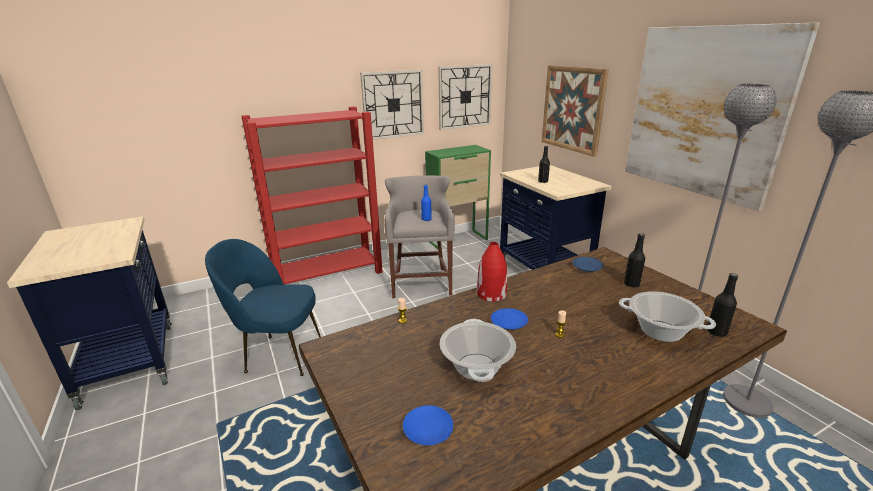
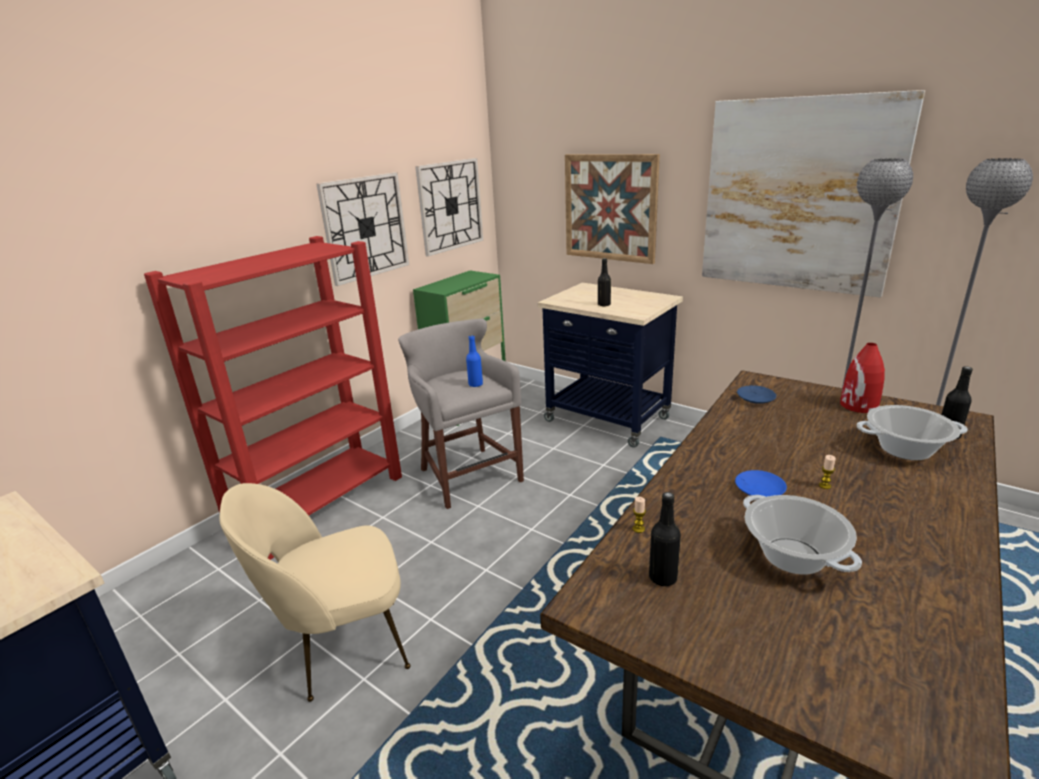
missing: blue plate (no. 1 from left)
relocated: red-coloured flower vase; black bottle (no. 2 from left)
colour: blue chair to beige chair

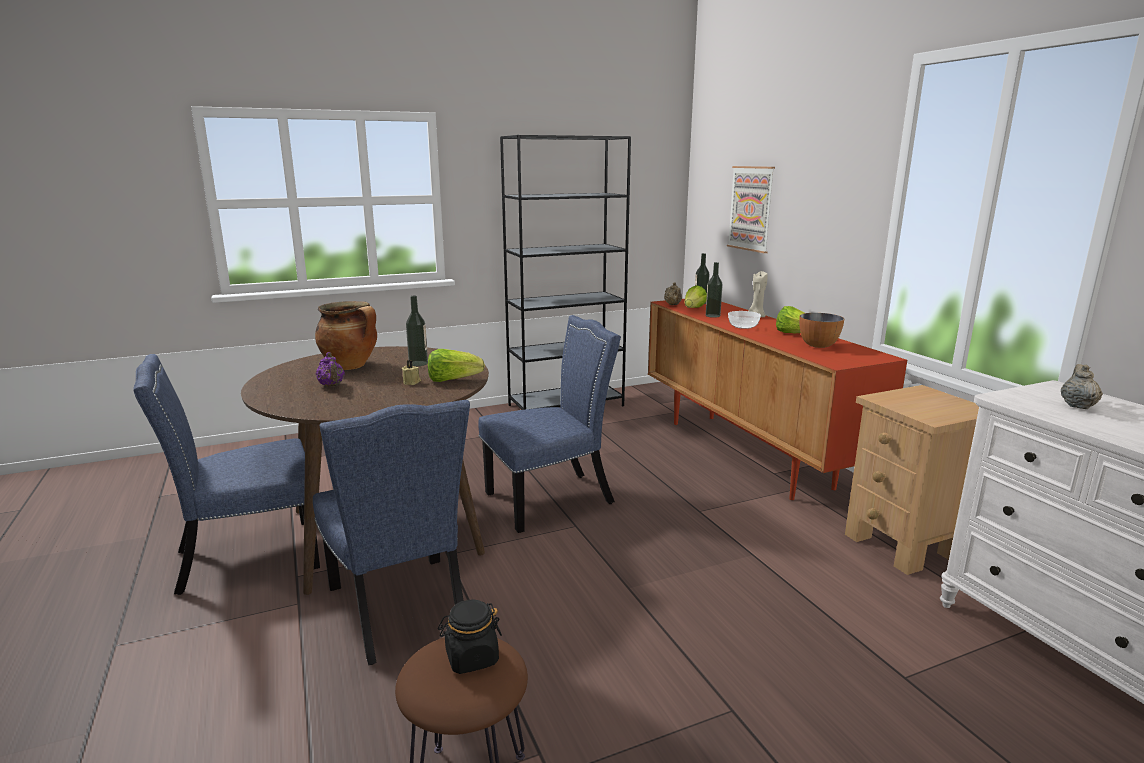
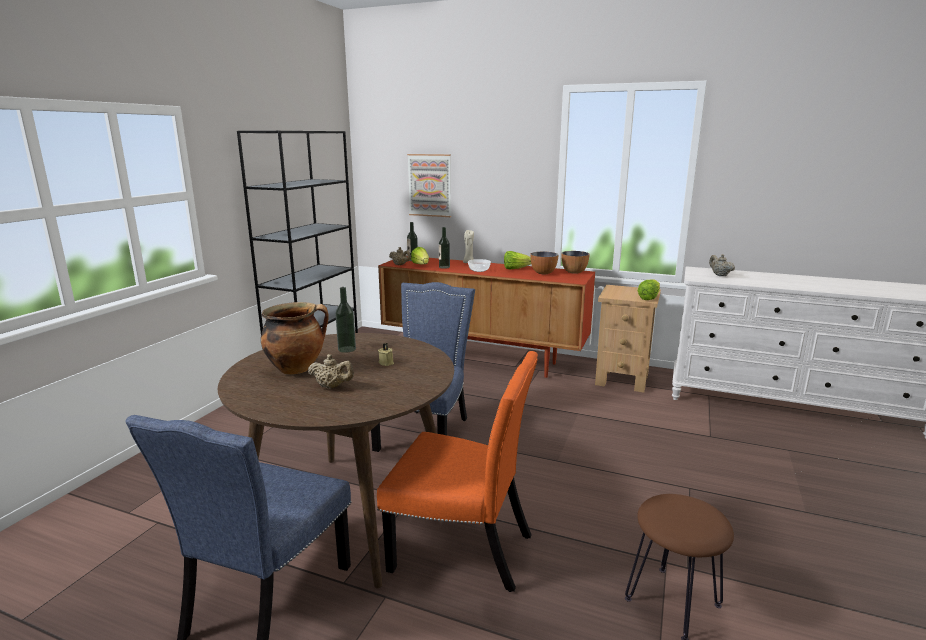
missing: black jar
appeared: serving bowl (no. 3 from left)
relocated: head of lettuce (no. 1 from left in the first image) to head of lettuce (no. 3 from left)
colour: blue chair (no. 2 from left) to orange-coloured chair; purplish tea pot to beige tea pot (no. 1 from left)

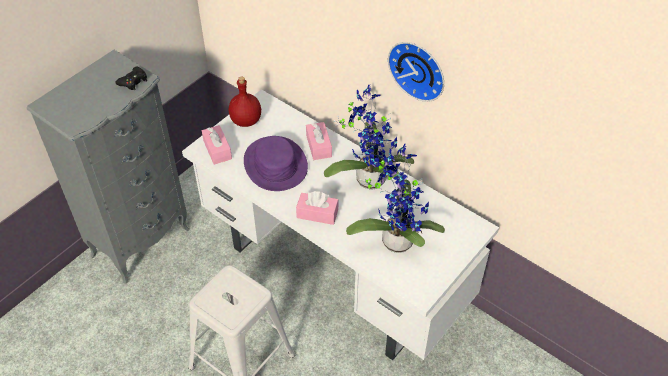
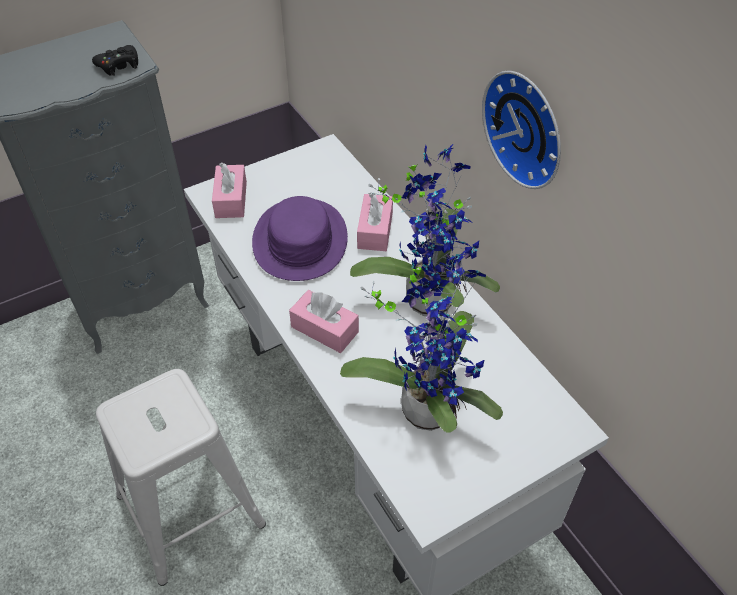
missing: red-coloured bottle

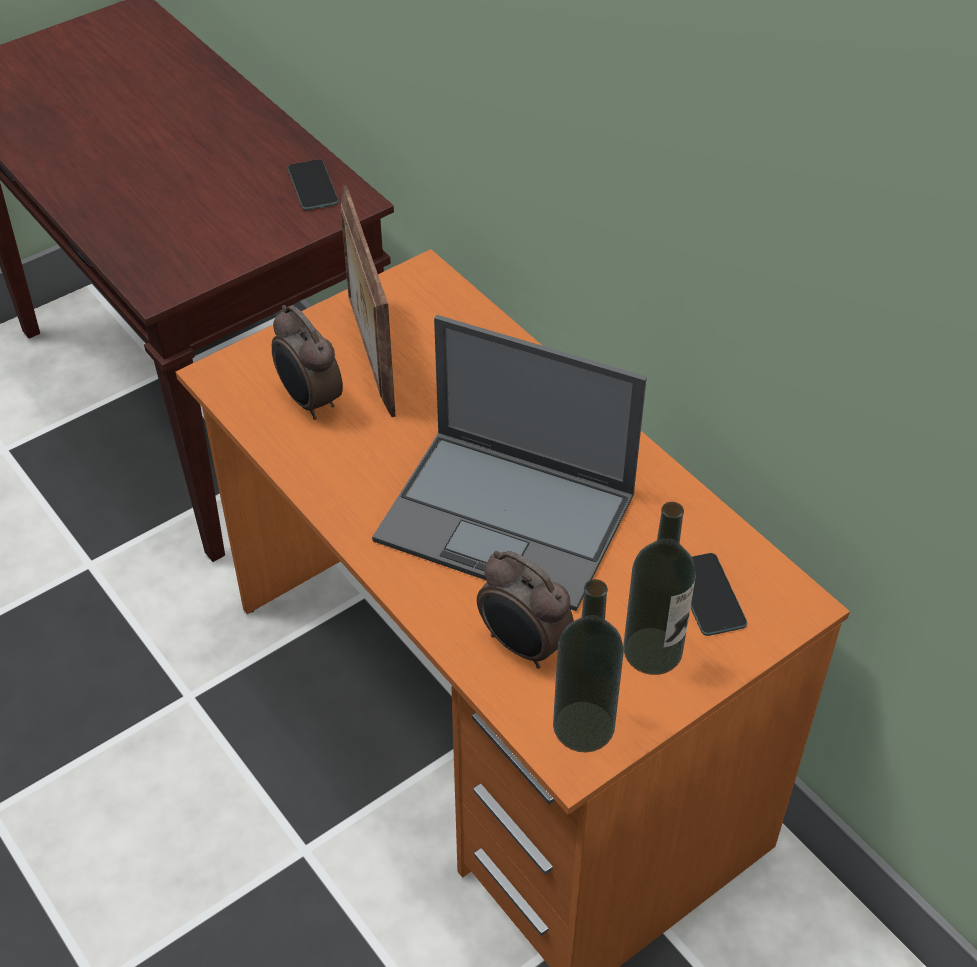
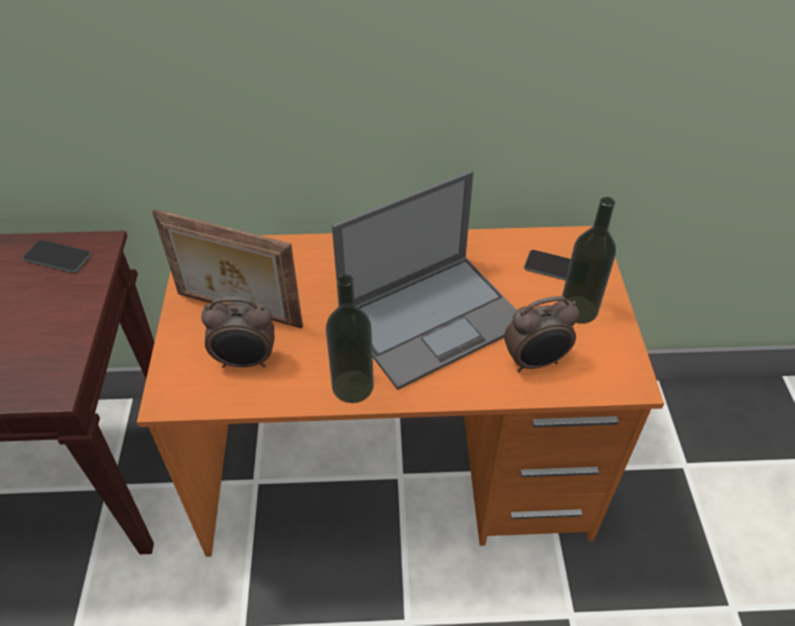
relocated: bottle (no. 1 from left)

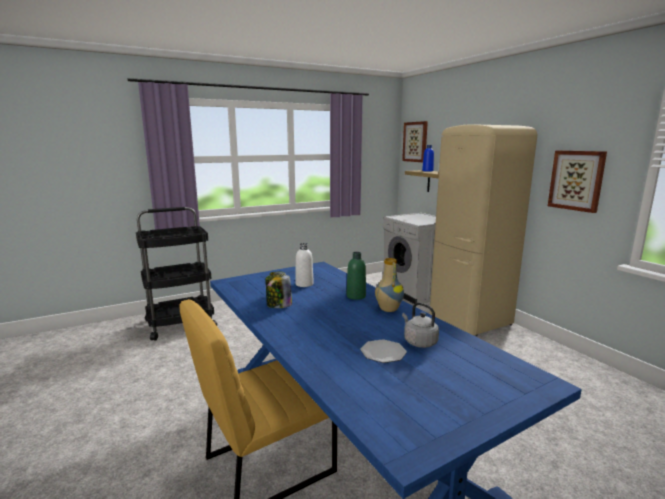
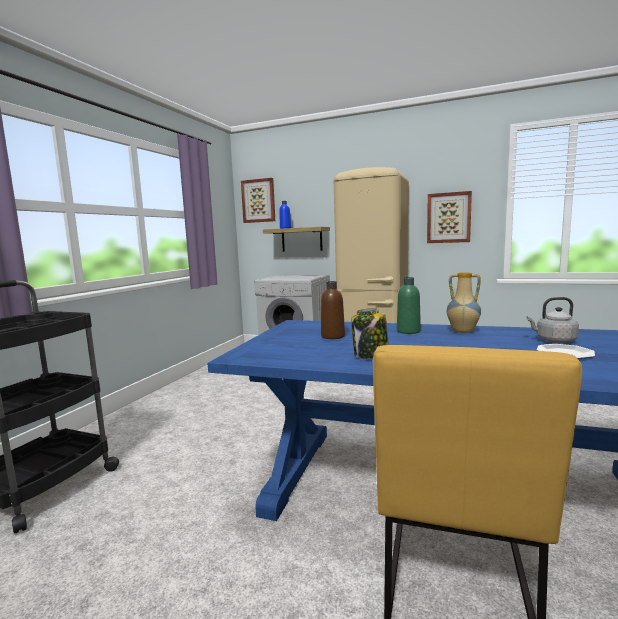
colour: white bottle to brownish bottle

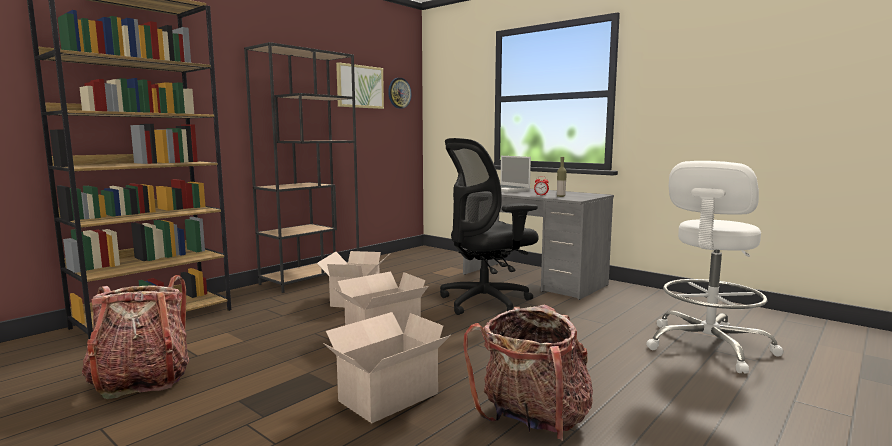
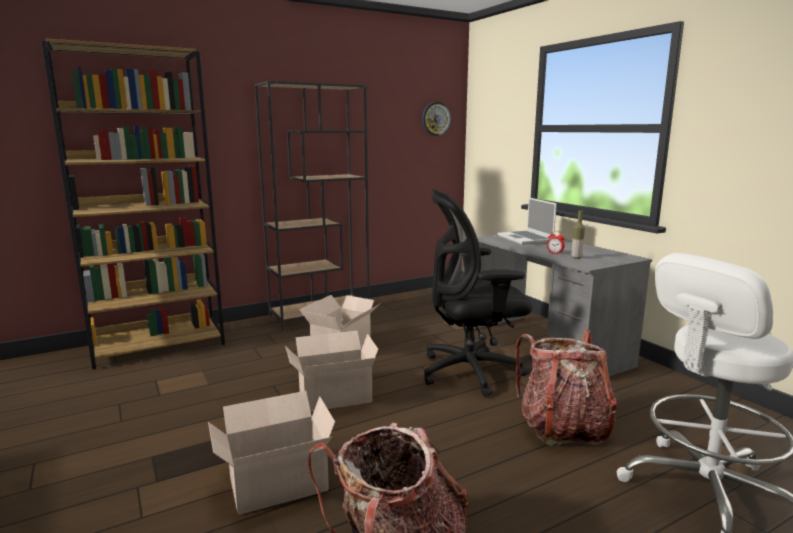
missing: picture
relocated: rucksack (no. 1 from left in the first image) to rucksack (no. 2 from left)

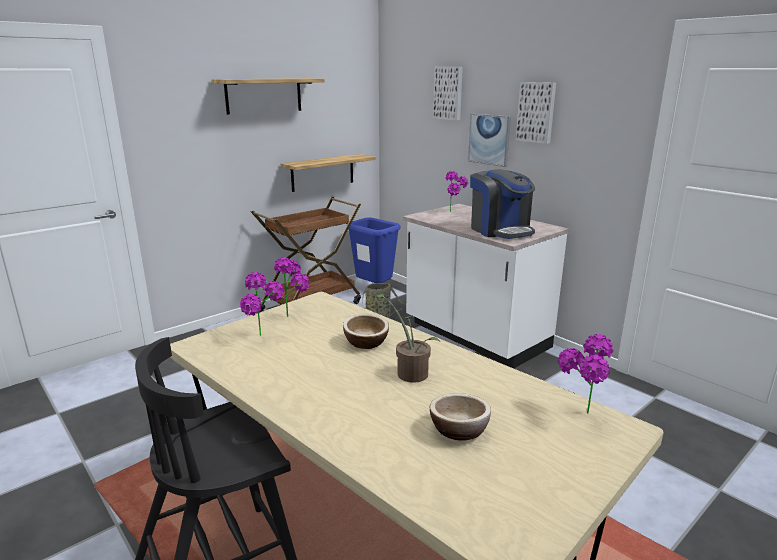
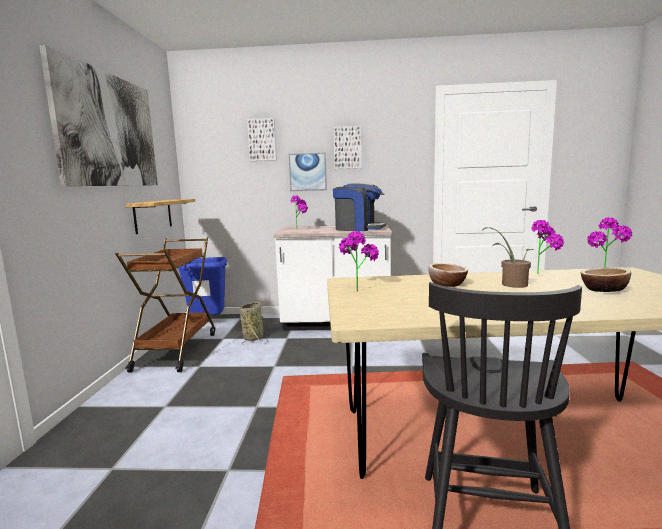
relocated: potted plant (no. 1 from left in the first image) to potted plant (no. 4 from left)
exchanged: shelf (no. 1 from left) to picture (no. 1 from left)

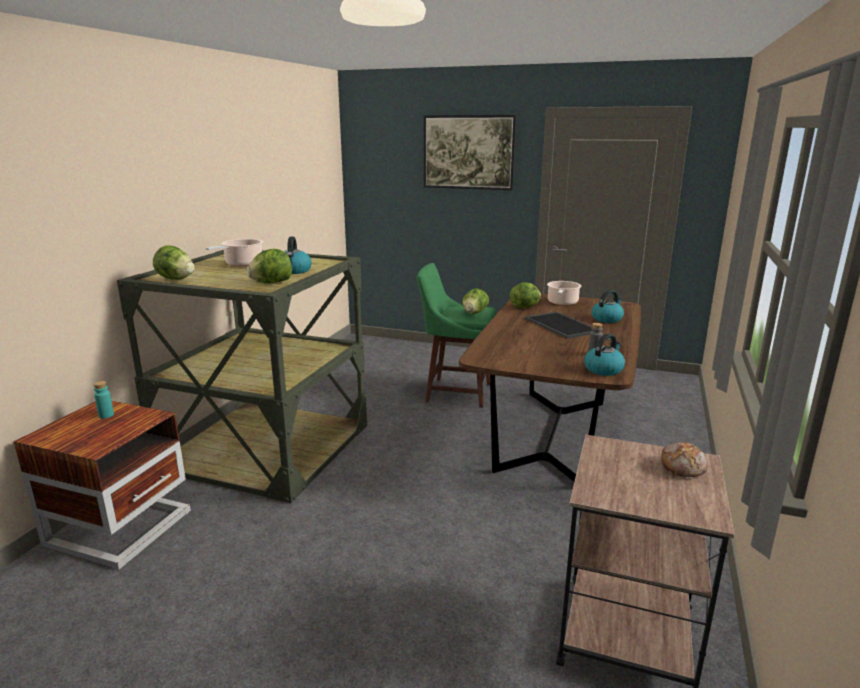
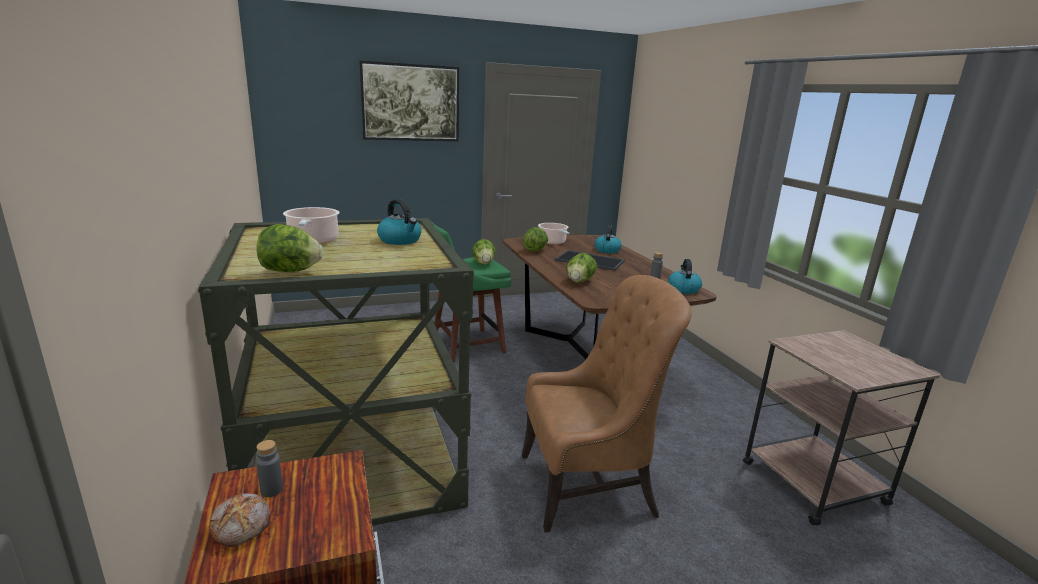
appeared: brownish chair
relocated: head of lettuce (no. 2 from left in the first image) to head of lettuce (no. 4 from left); bakery bread
colour: turquoise bottle to gray bottle (no. 1 from left)

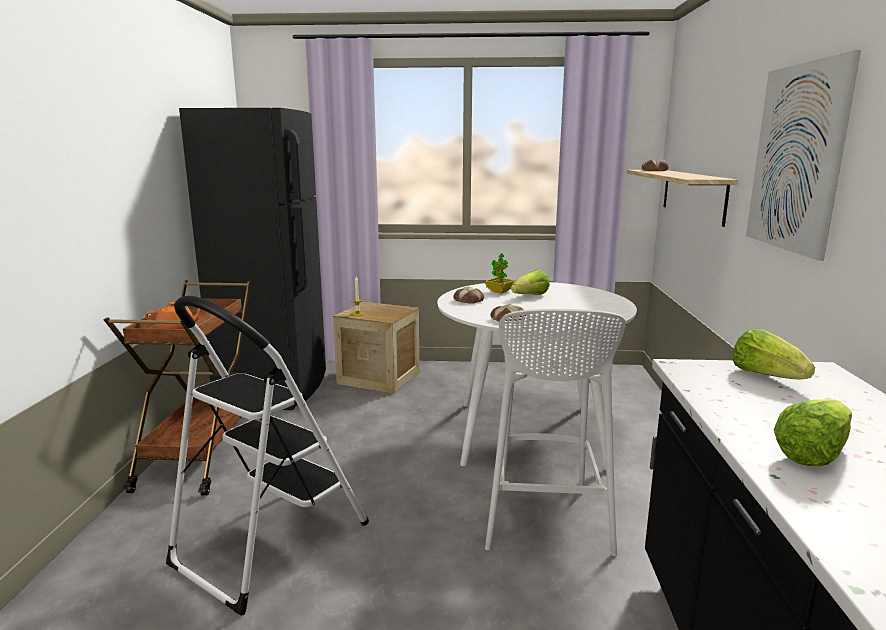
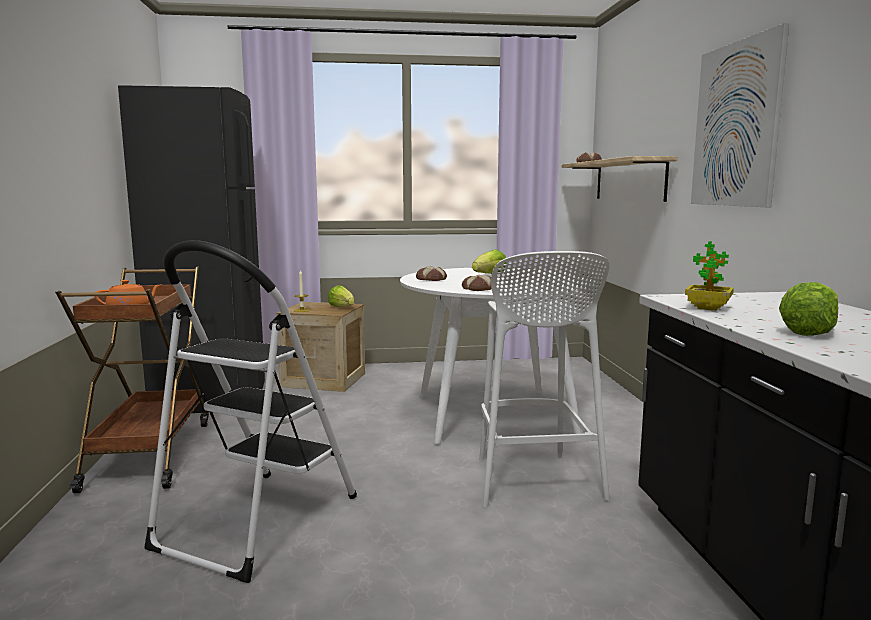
relocated: potted plant; head of lettuce (no. 2 from left in the first image) to head of lettuce (no. 1 from left)

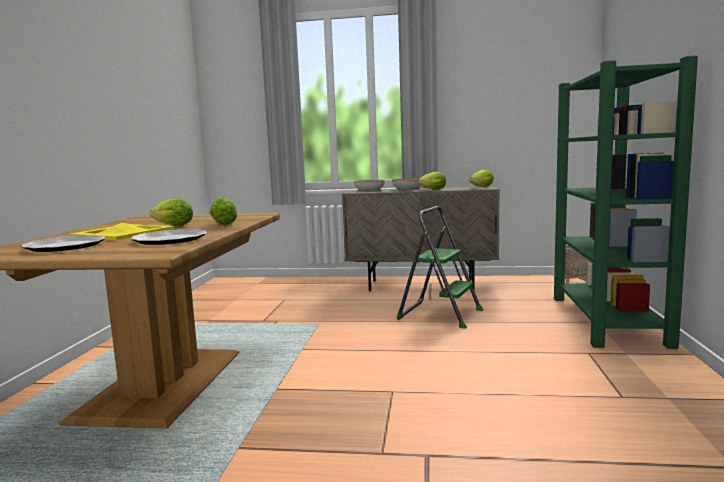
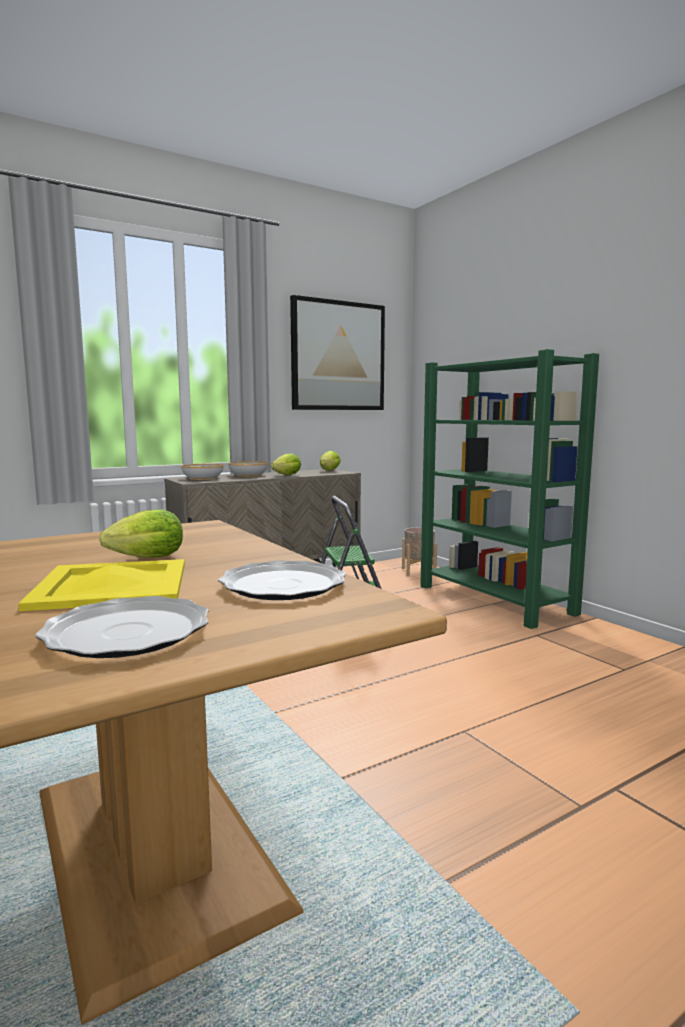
missing: head of lettuce (no. 2 from left)
appeared: picture

